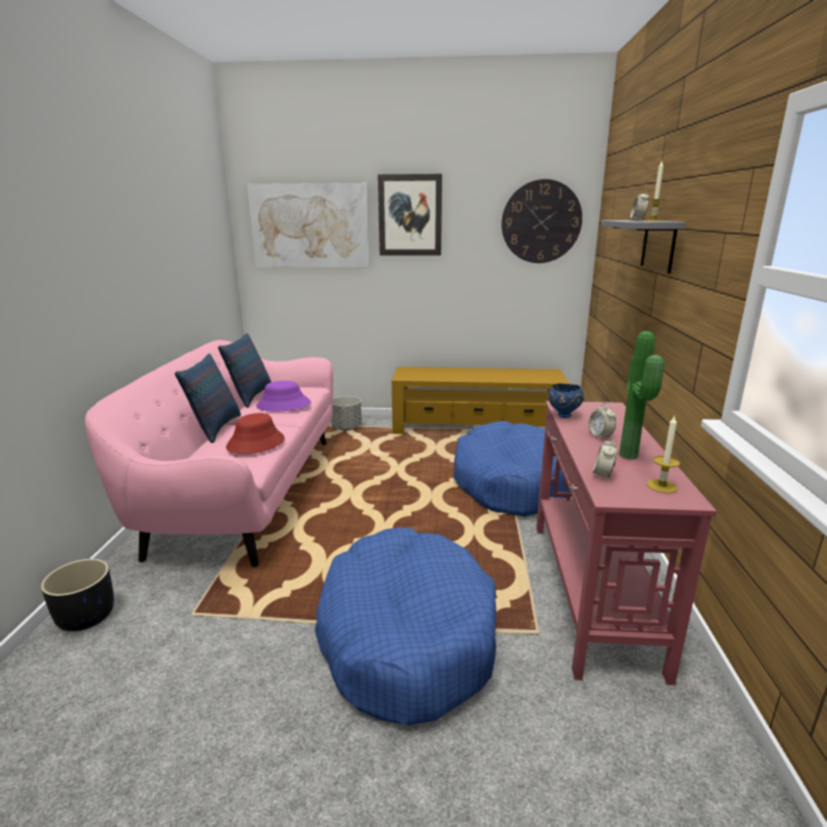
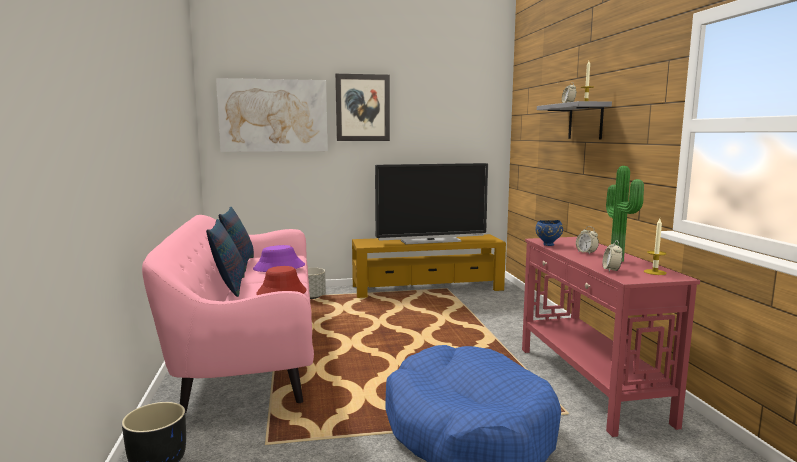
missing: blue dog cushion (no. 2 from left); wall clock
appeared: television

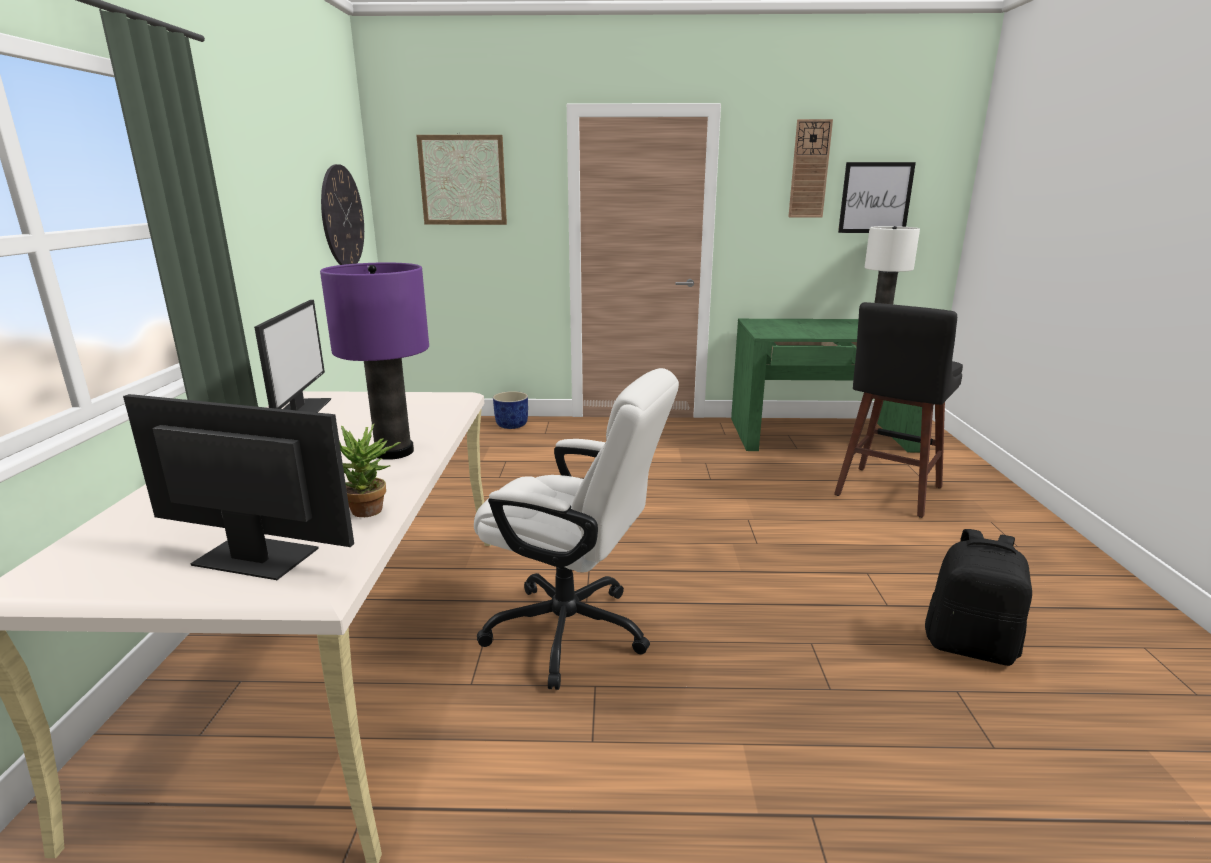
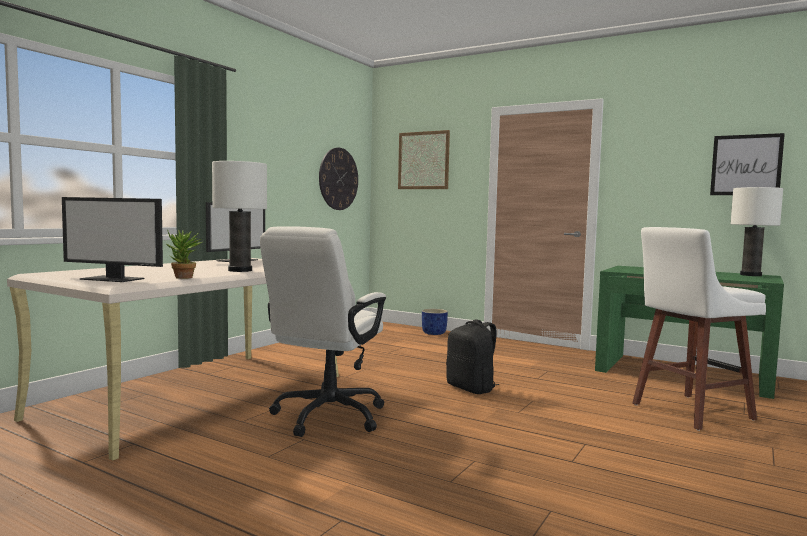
missing: wall clock (no. 2 from left)
relocated: black rucksack
colour: purplish tabletop lamp to white tabletop lamp (no. 1 from left); black stool to white stool
spun: computer screen (no. 1 from left) 150 degrees clockwise; white desk chair 60 degrees clockwise

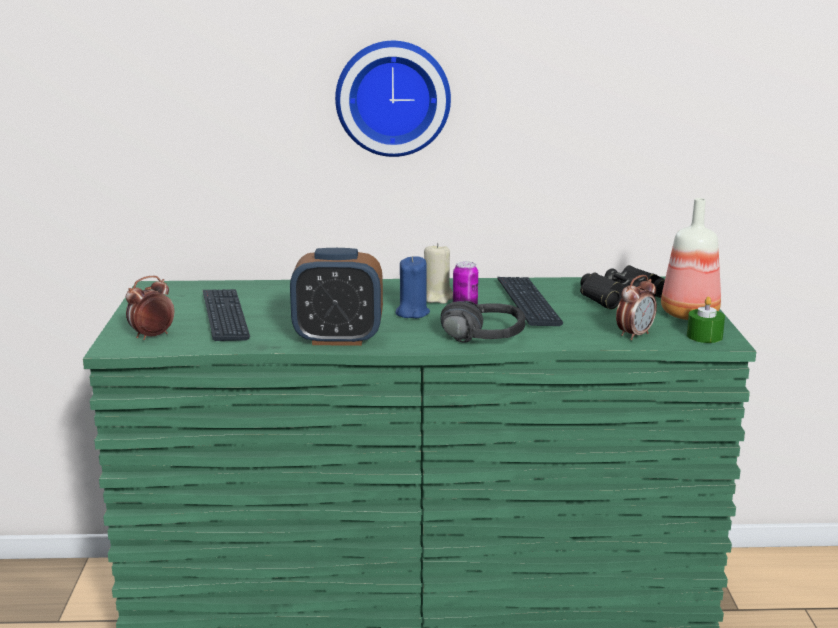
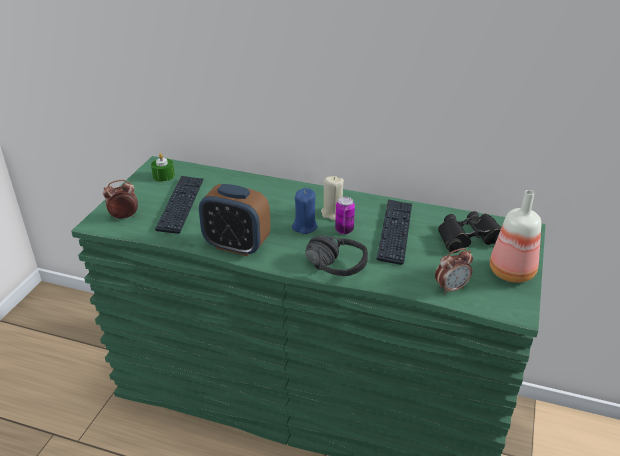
missing: wall clock
relocated: green-coloured wax light

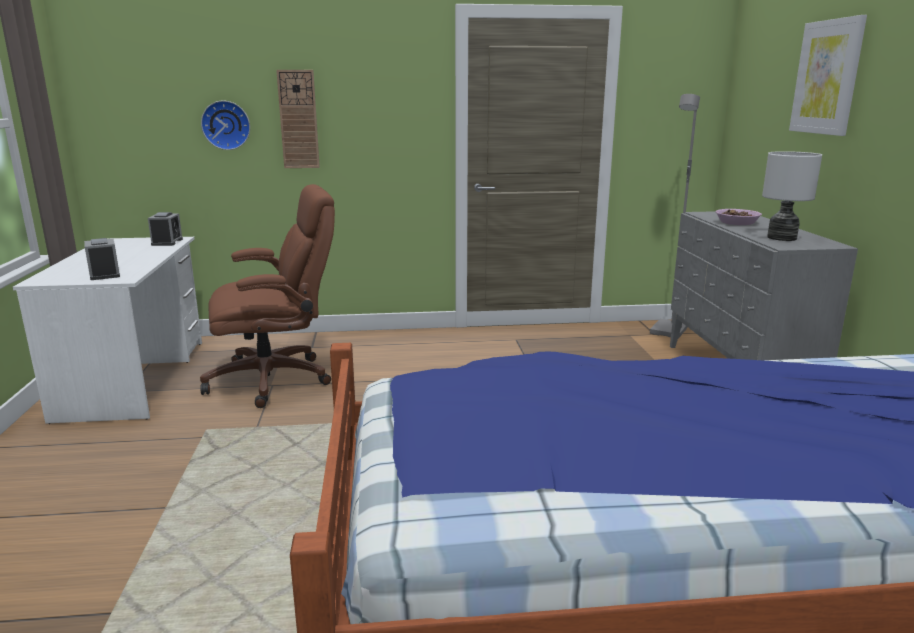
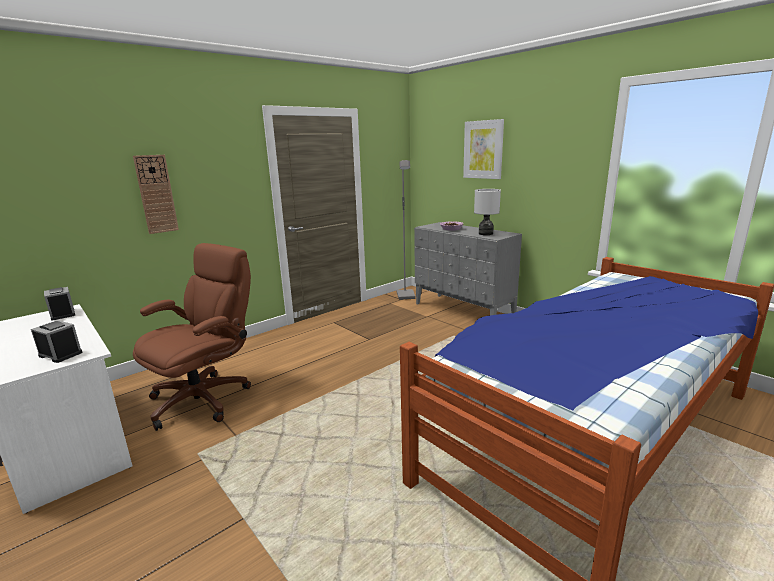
missing: wall clock (no. 1 from left)

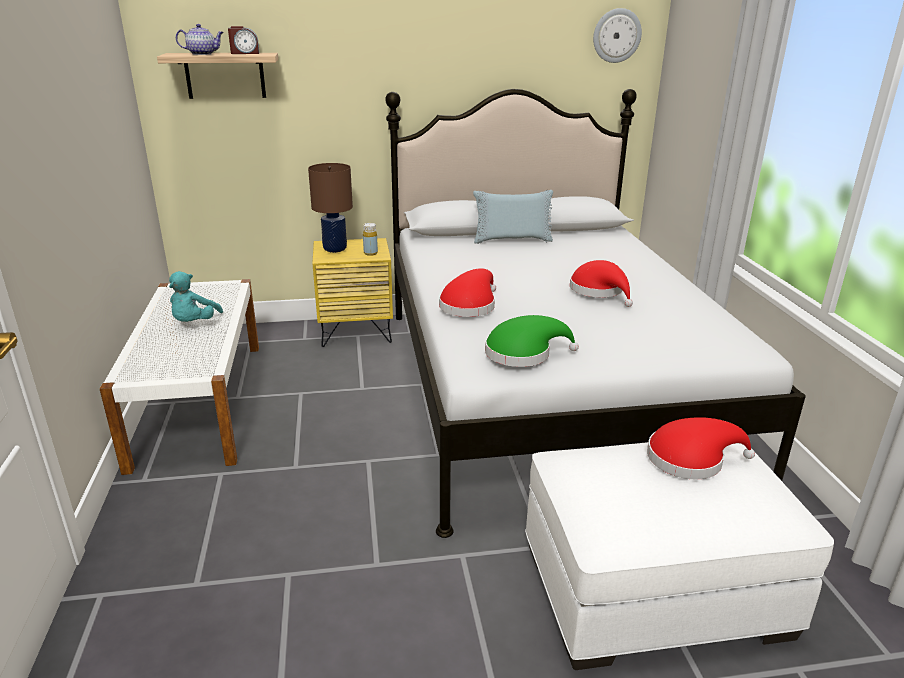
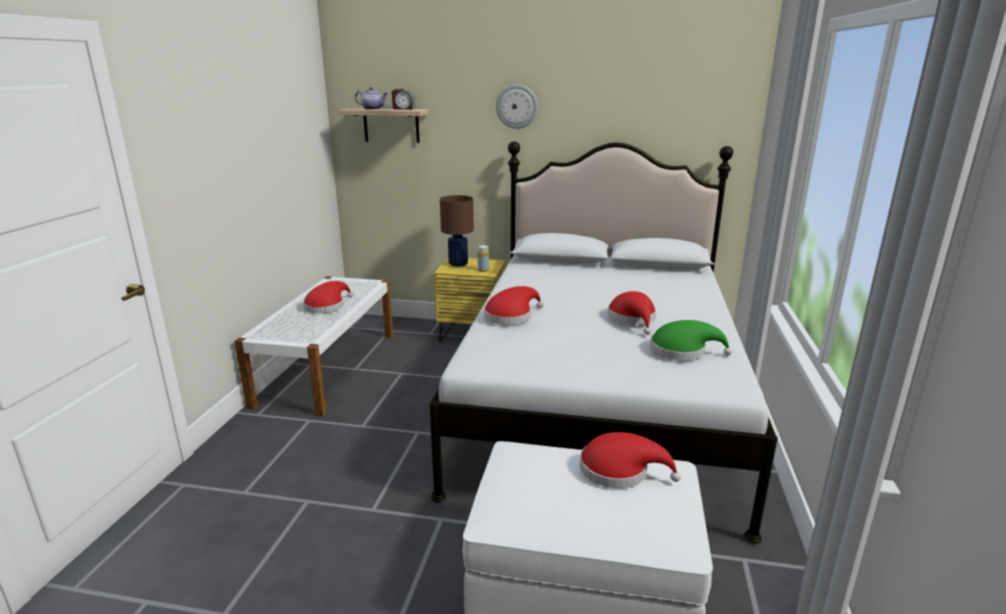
missing: blue cushion
relocated: green-coloured wearable hat; wall clock
exchanged: turquoise plush toy to red-coloured wearable hat (no. 1 from left)

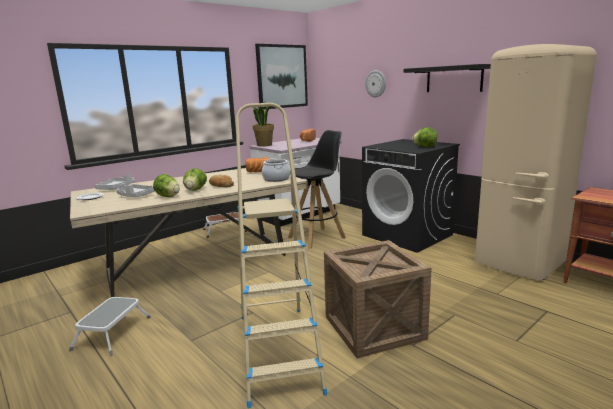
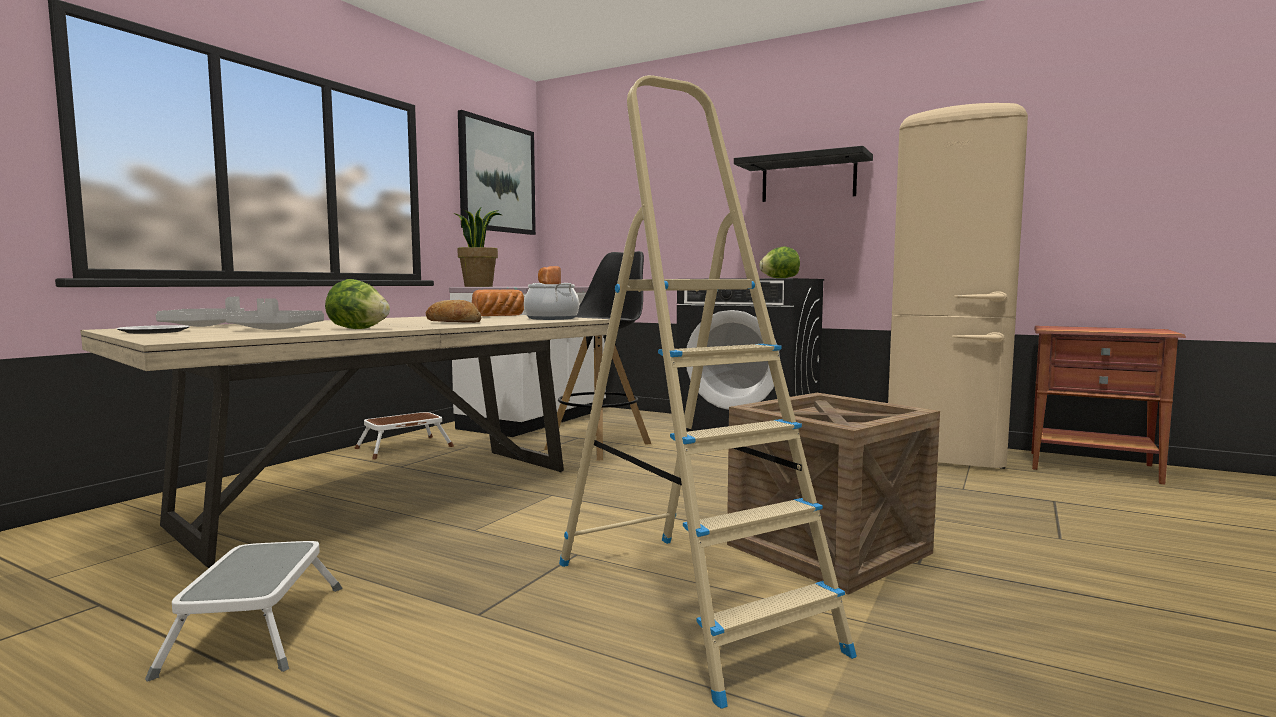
missing: head of lettuce (no. 2 from left); wall clock

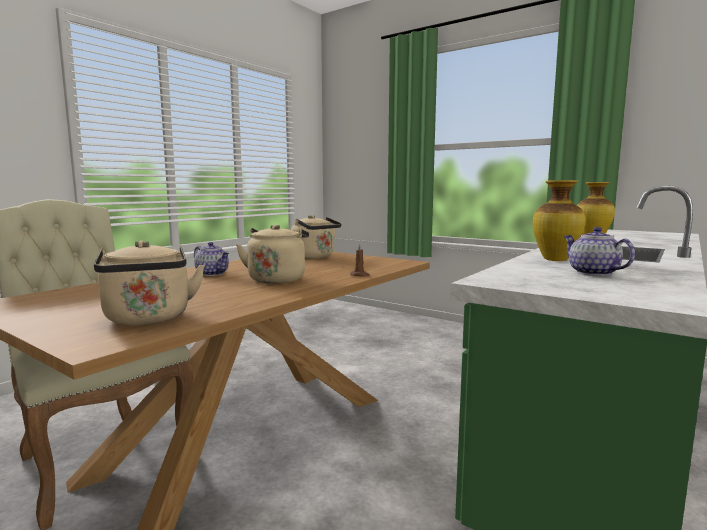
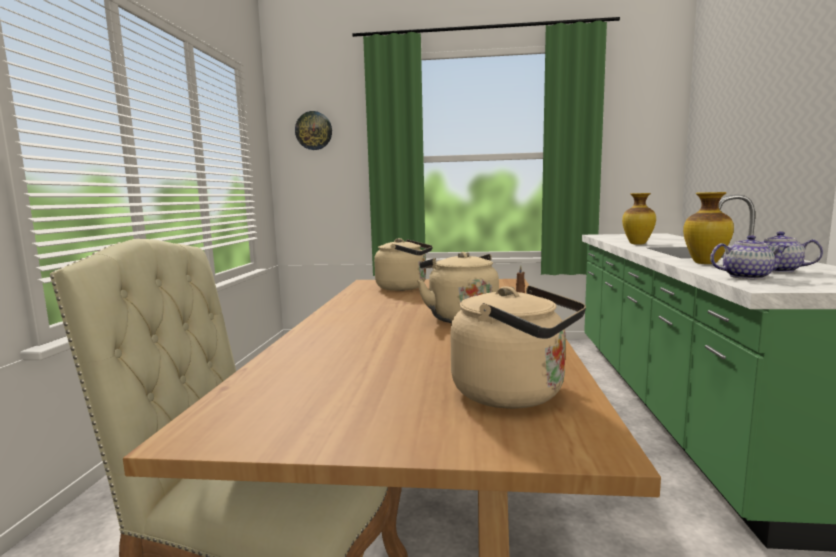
appeared: wall clock
relocated: tea pot (no. 1 from left)

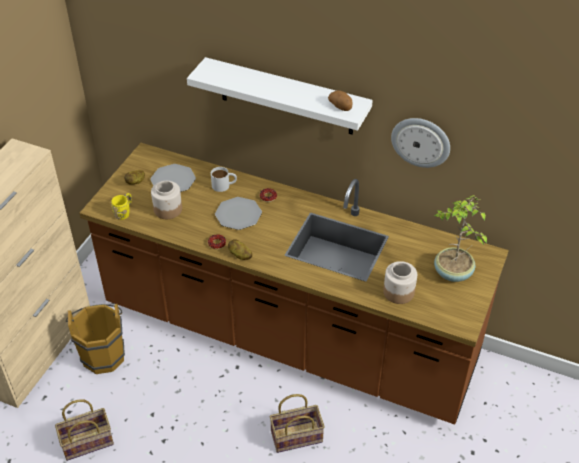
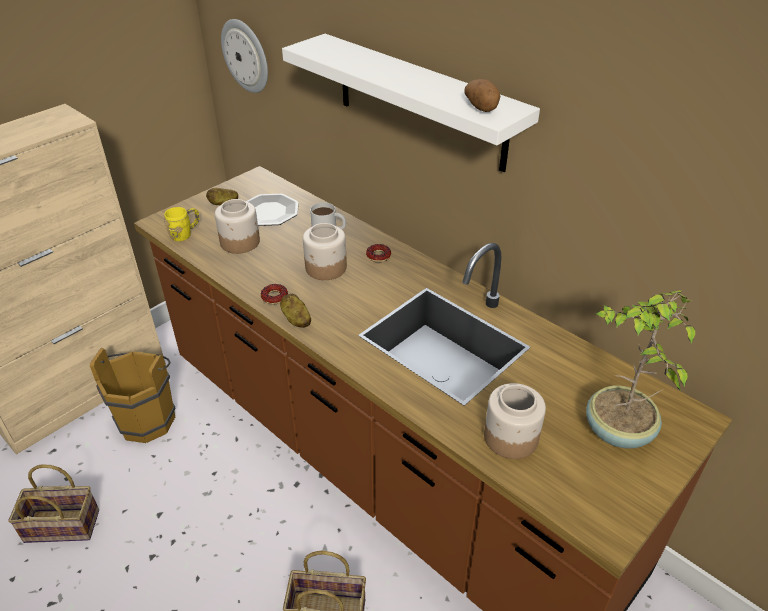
relocated: wall clock
exchanged: plate (no. 2 from left) to jar (no. 2 from left)

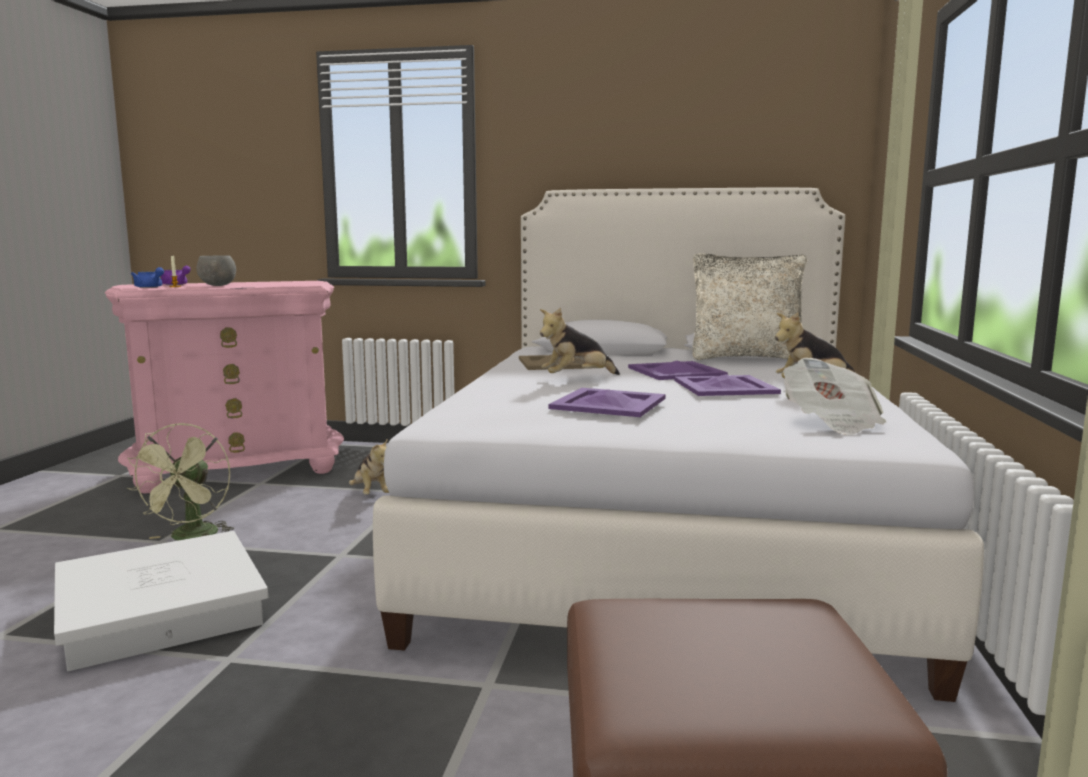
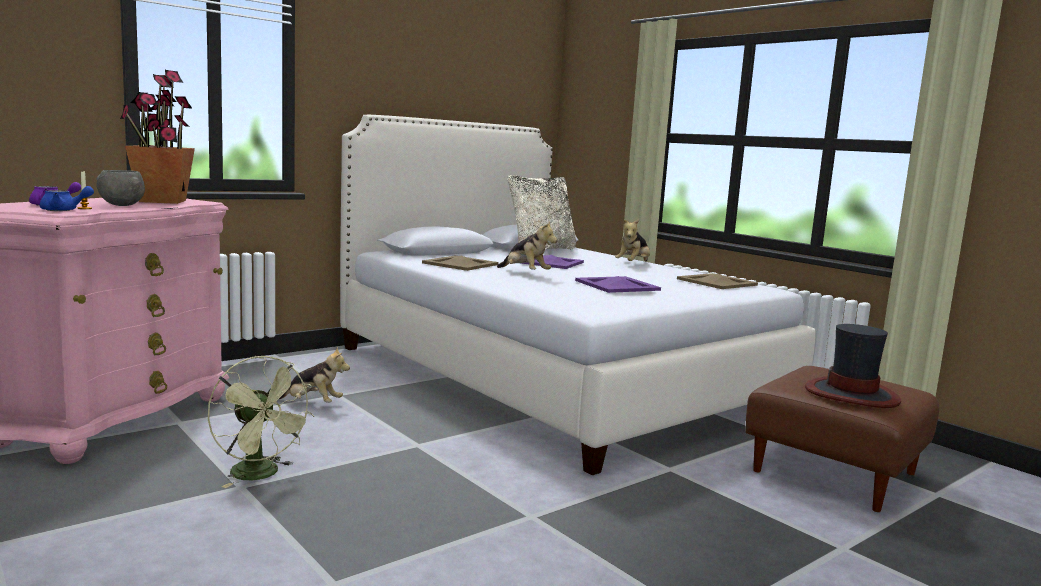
missing: white storage box; purplish carrying tray (no. 3 from left)
appeared: potted plant; wearable hat
exchanged: printed paper to beige carrying tray (no. 2 from left)
spun: plush toy (no. 2 from left) 60 degrees counterclockwise

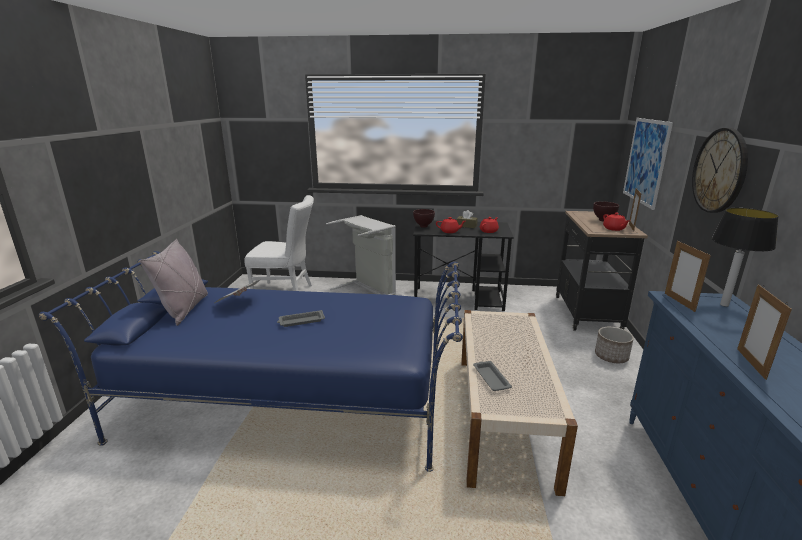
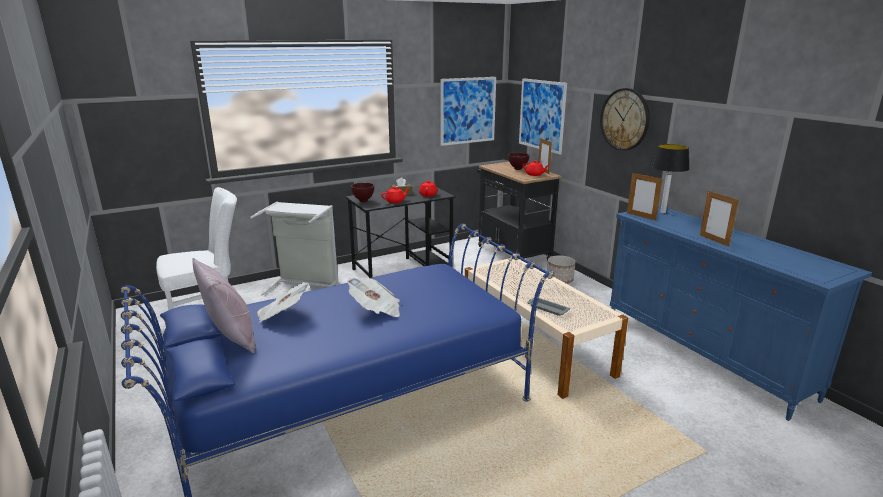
appeared: picture (no. 1 from left)
exchanged: gray carrying tray (no. 1 from left) to printed paper (no. 2 from left)

